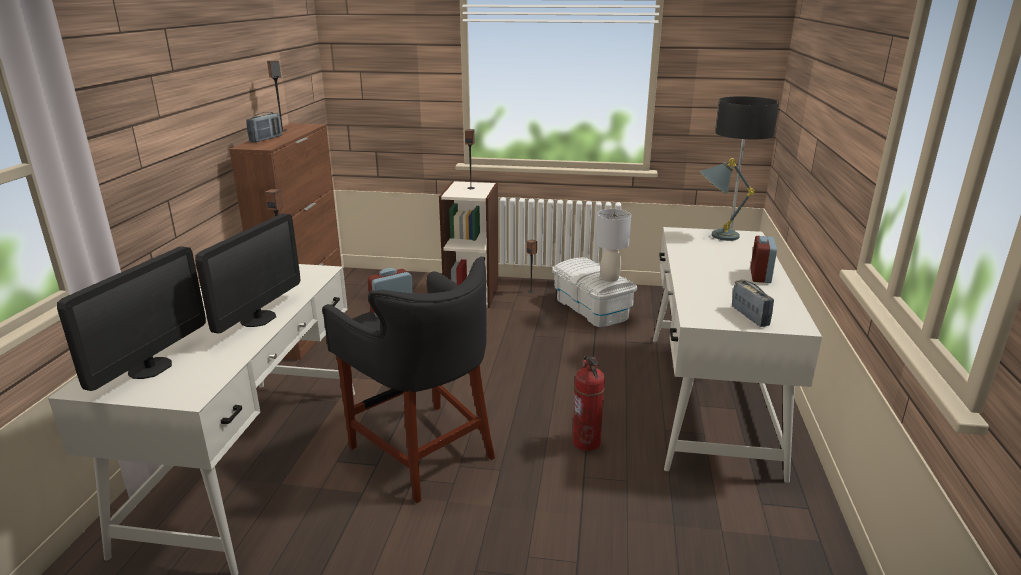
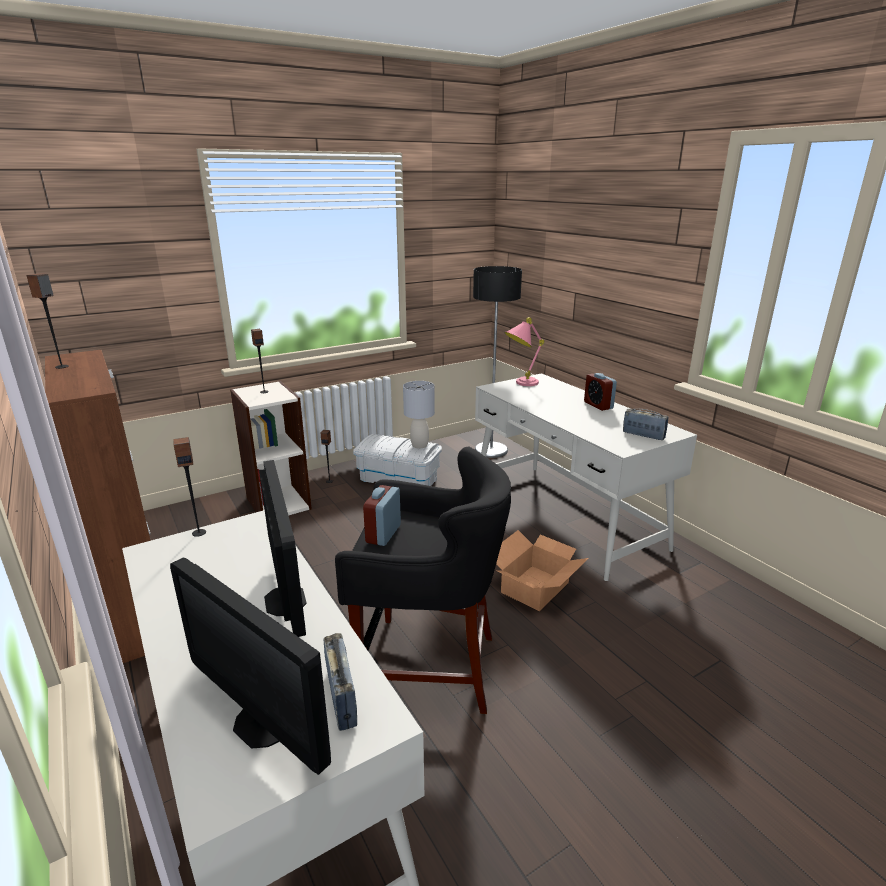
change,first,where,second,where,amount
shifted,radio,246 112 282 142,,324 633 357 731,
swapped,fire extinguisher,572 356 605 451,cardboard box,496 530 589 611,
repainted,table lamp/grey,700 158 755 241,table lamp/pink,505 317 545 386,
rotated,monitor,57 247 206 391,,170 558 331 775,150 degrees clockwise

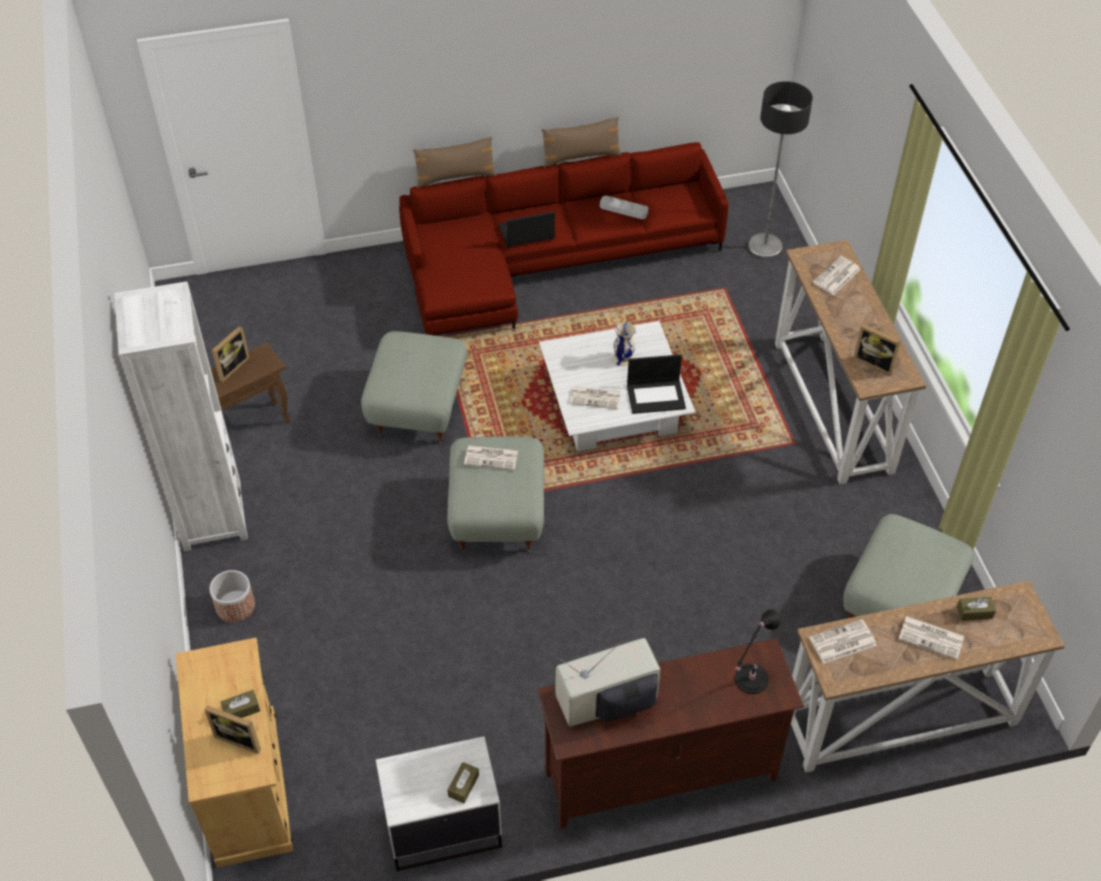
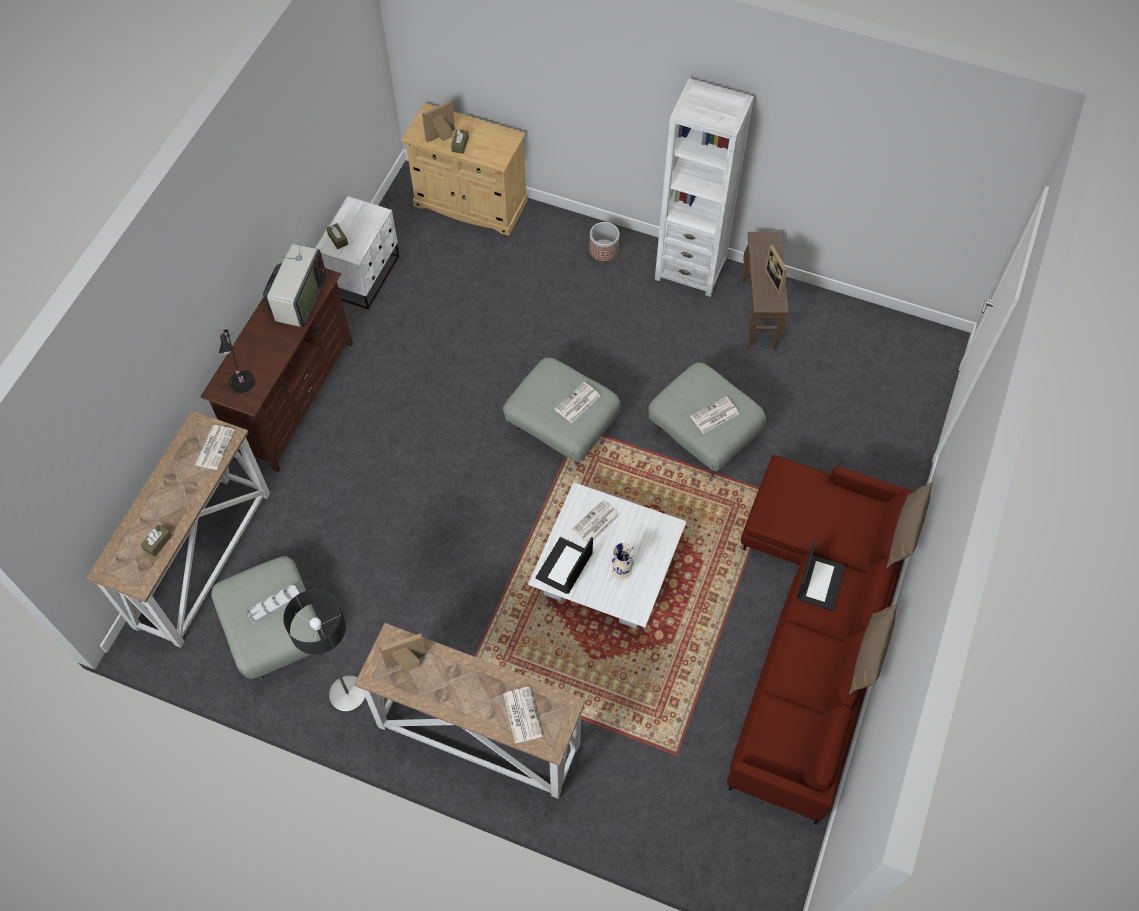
change,first,where,second,where,amount
shifted,tray/grey,600 196 648 219,,247 585 299 624,
shifted,floor lamp,748 81 813 259,,283 590 366 713,
shifted,newspaper,899 616 964 660,,690 396 739 434,

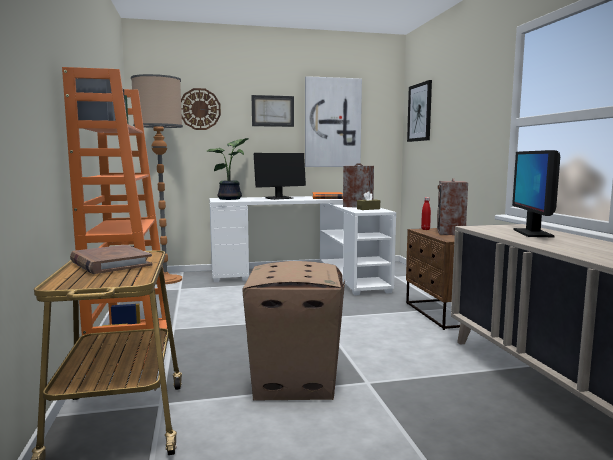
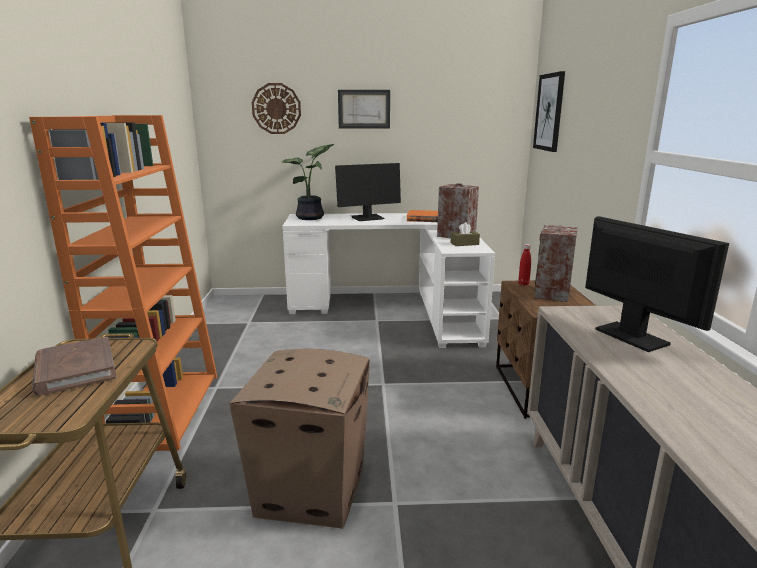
change,first,where,second,where,amount
gone,floor lamp,131 74 183 284,,,
gone,picture,305 76 362 167,,,
rotated,monitor,512 150 560 237,,585 216 729 352,135 degrees clockwise

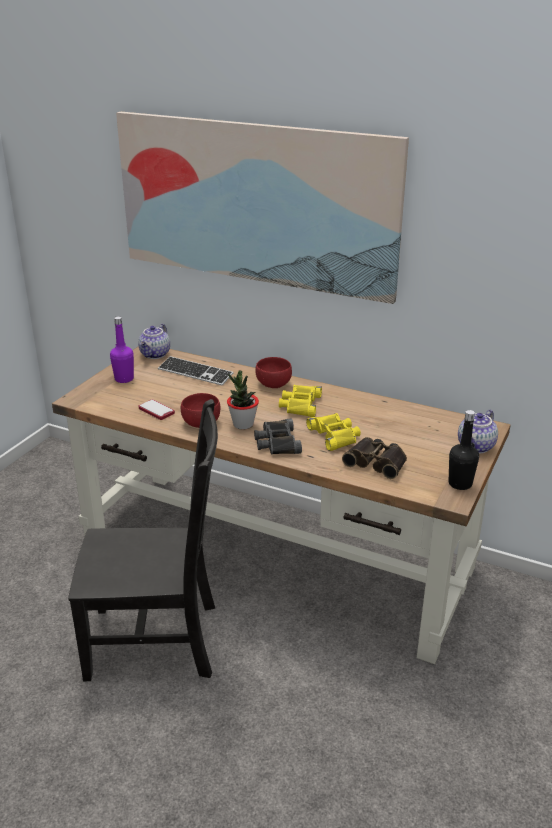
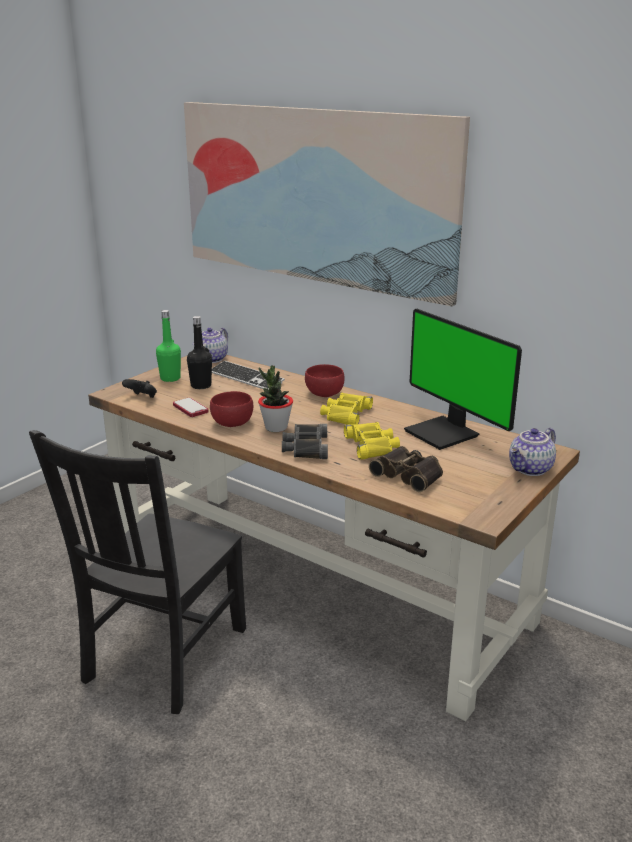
change,first,where,second,where,amount
new,,,game controller/black,122 379 157 398,
new,,,monitor,404 309 522 450,
shifted,bottle/black,449 410 479 490,,187 316 212 389,
repainted,bottle/purple,110 316 134 383,bottle/green,156 310 181 382,
rotated,chair/black,68 399 218 681,,29 430 246 714,105 degrees clockwise

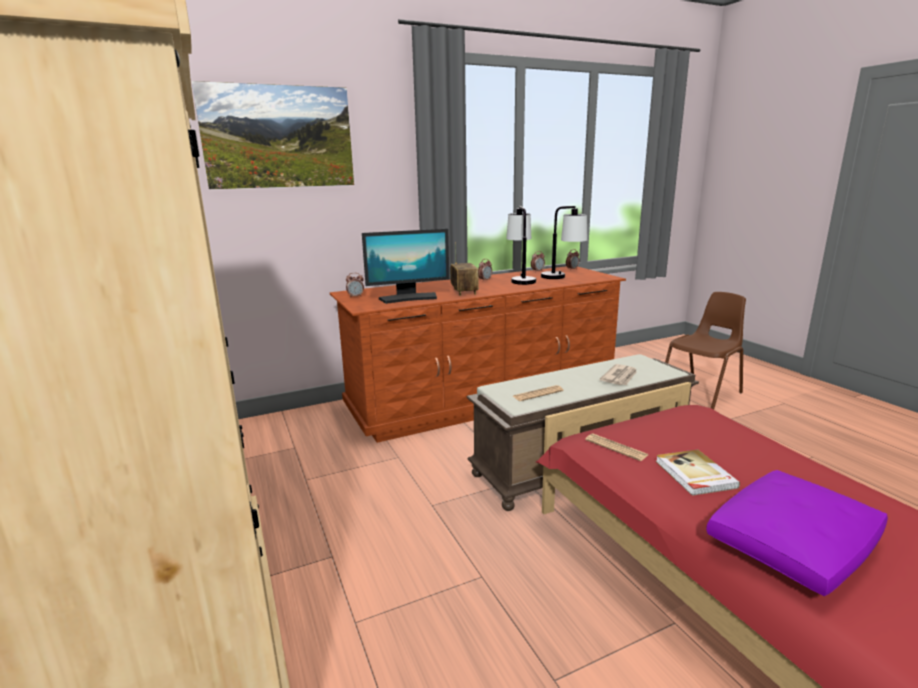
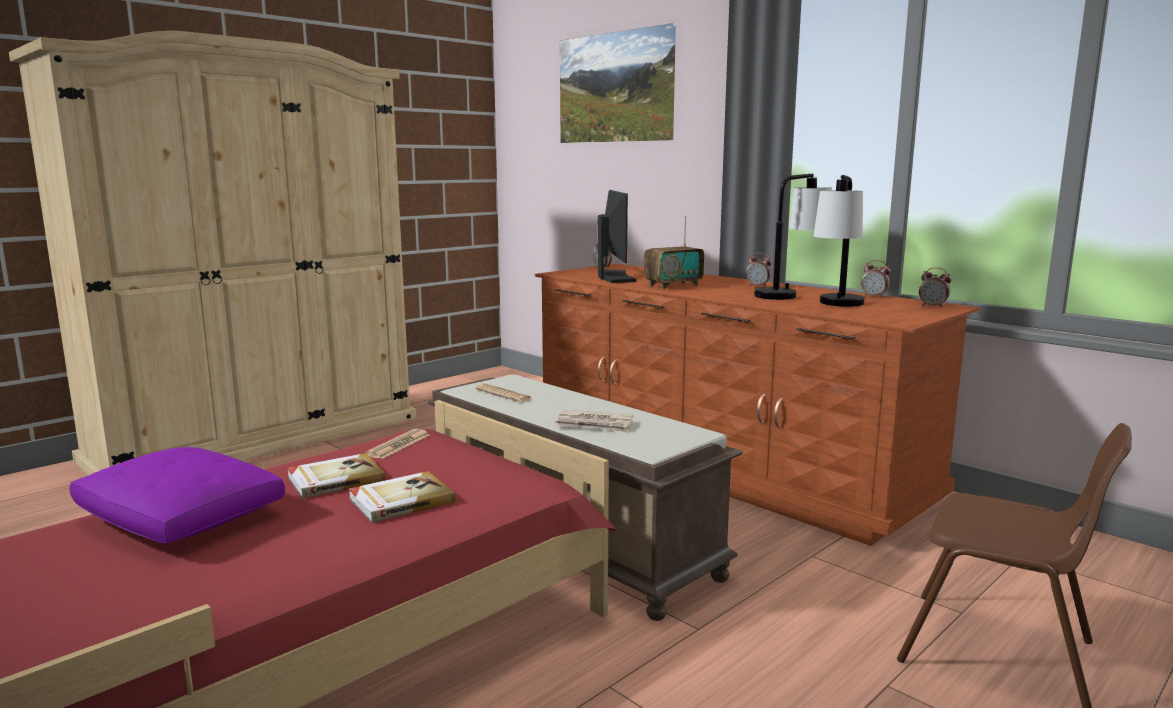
change,first,where,second,where,amount
new,,,book,348 471 455 523,
rotated,monitor,362 229 449 304,,597 190 637 283,150 degrees counterclockwise

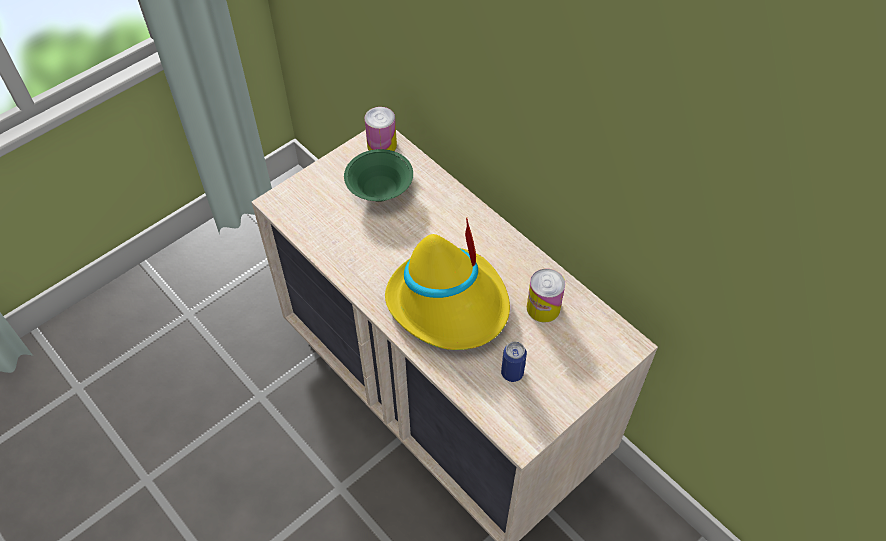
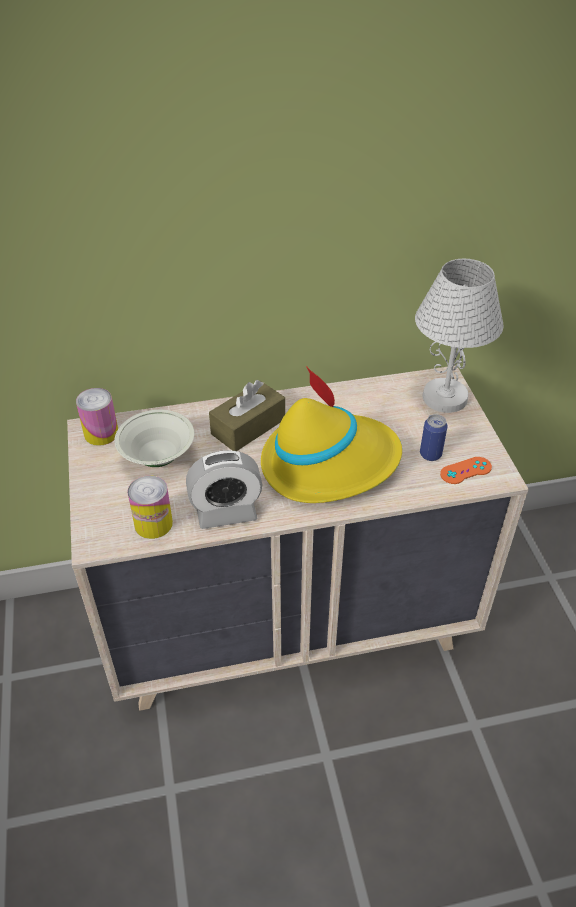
change,first,where,second,where,amount
new,,,alarm clock,186 450 263 529,
new,,,tissue box/brown,209 380 285 451,
new,,,table lamp/white,415 259 504 413,
new,,,game controller/orange,440 457 492 484,
shifted,can,527 268 565 322,,127 475 173 539,
repainted,bowl/green,344 149 413 202,bowl/white,114 410 194 467,

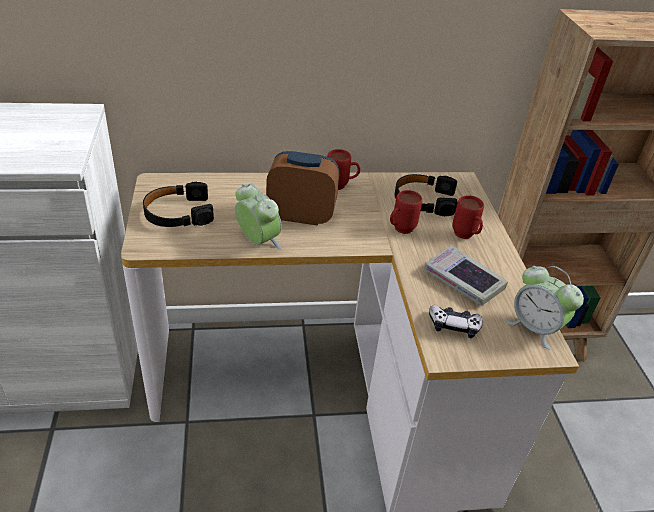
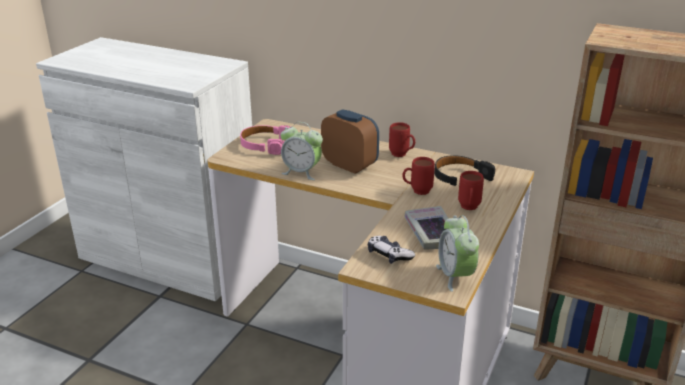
change,first,where,second,where,amount
repainted,headphones/black,143 181 214 227,headphones/pink,240 125 290 155,
rotated,alarm clock,235 184 282 250,,281 122 323 180,120 degrees clockwise

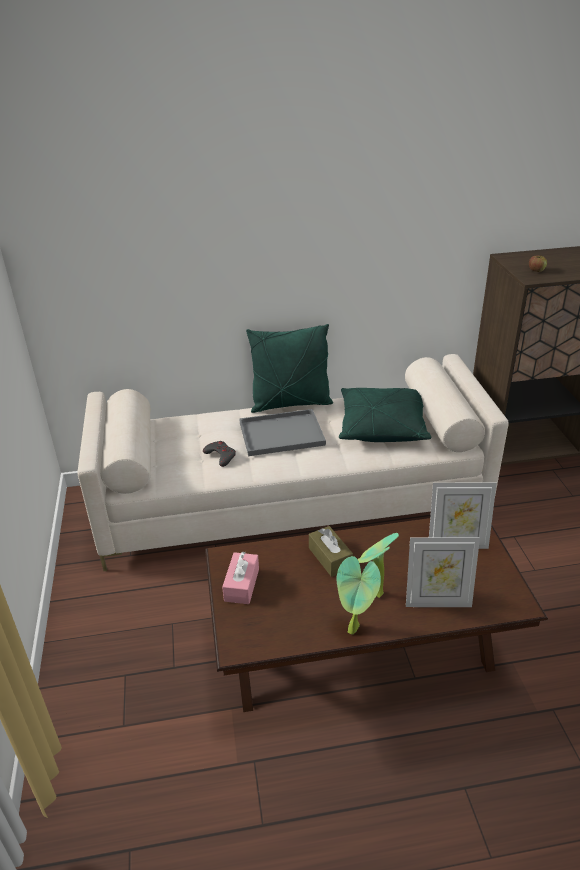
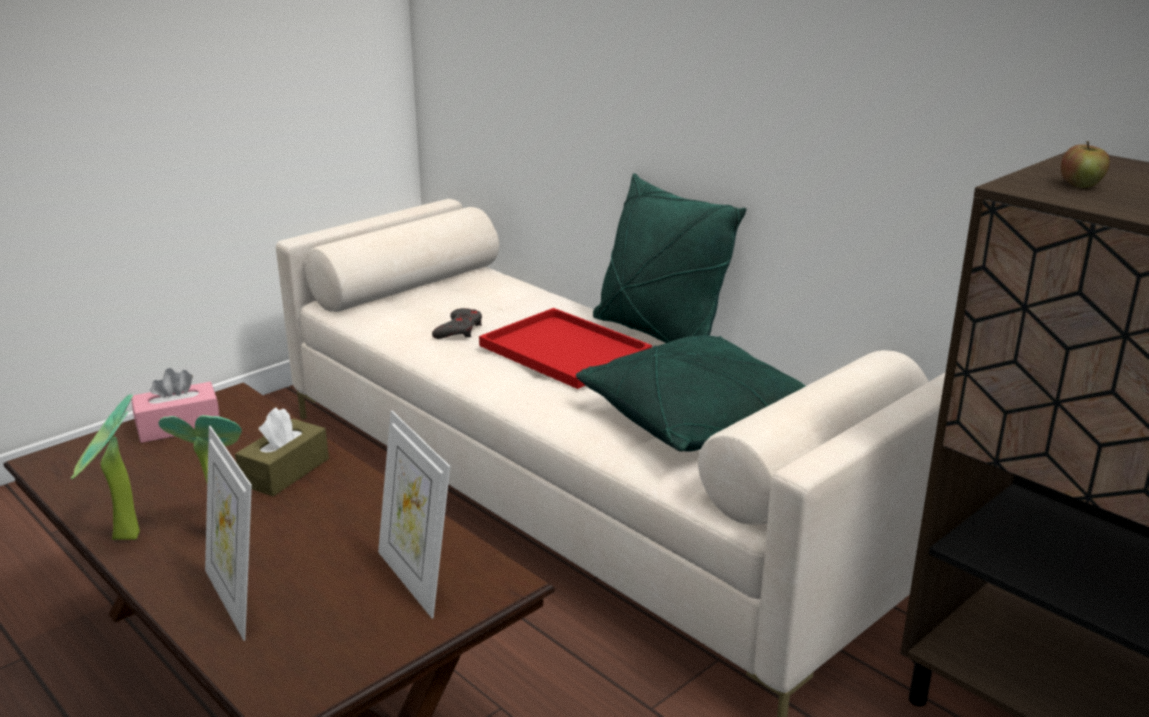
change,first,where,second,where,amount
repainted,tray/grey,239 409 326 456,tray/red,479 308 652 389,

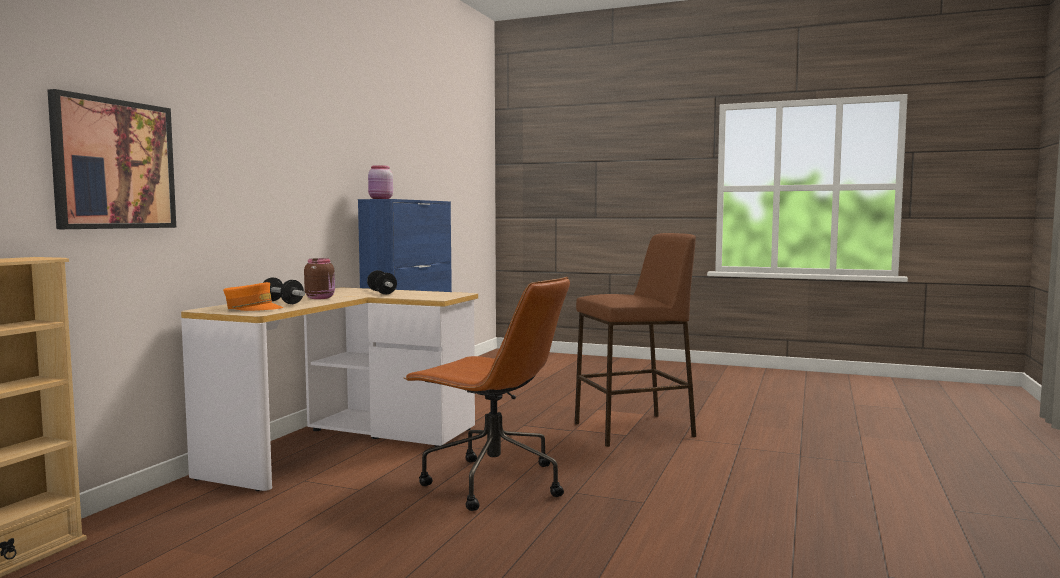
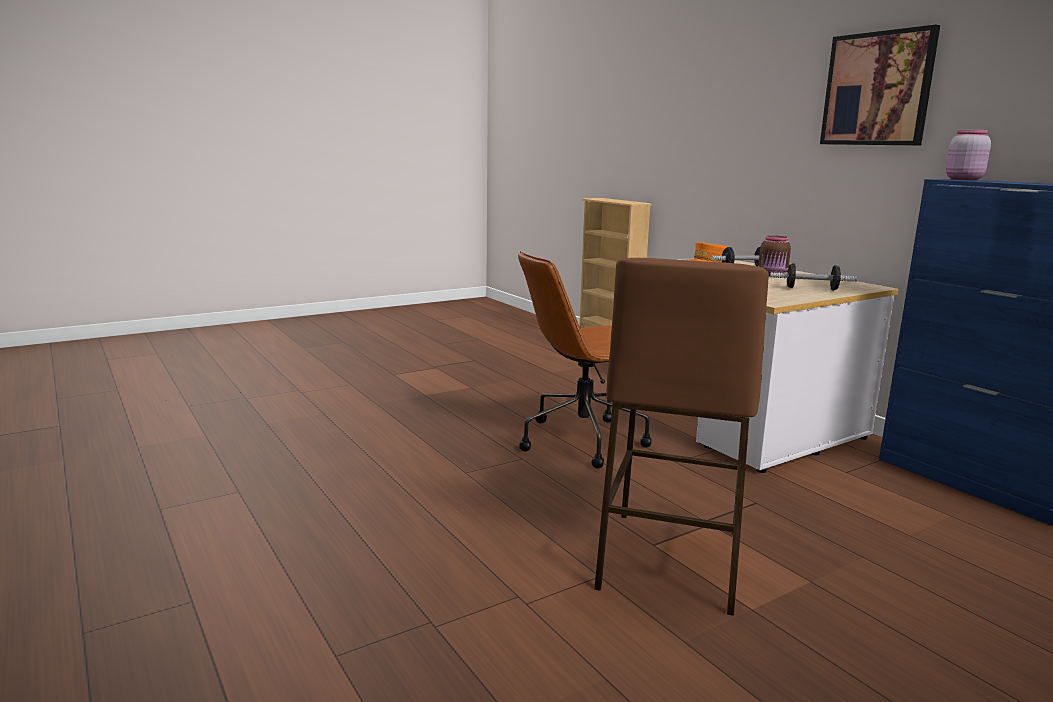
change,first,where,second,where,amount
shifted,picture,48 89 176 229,,820 25 940 146,

